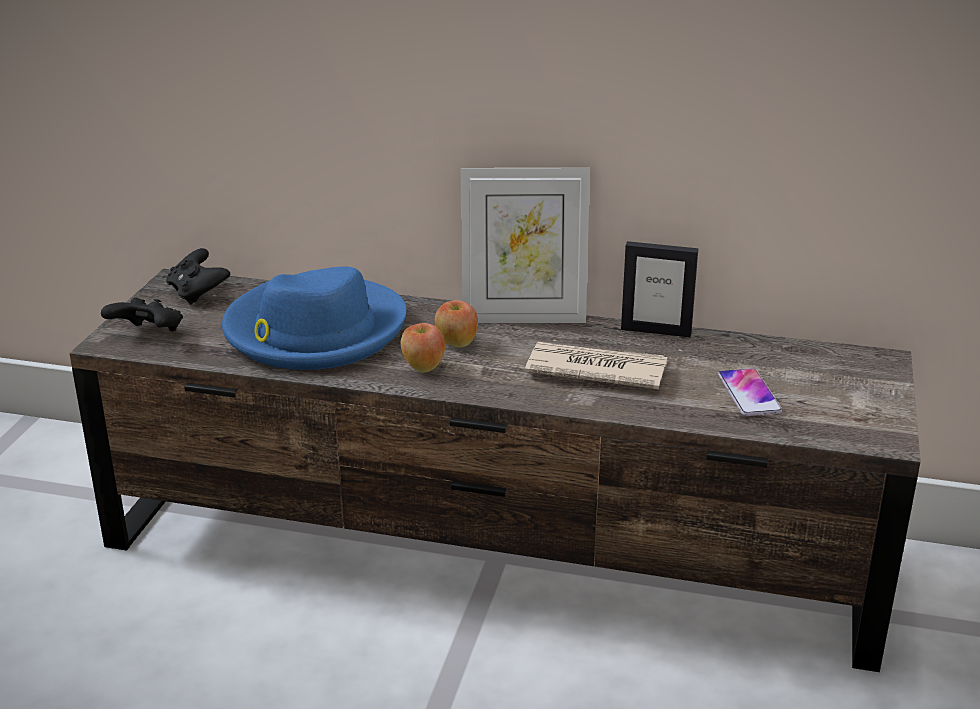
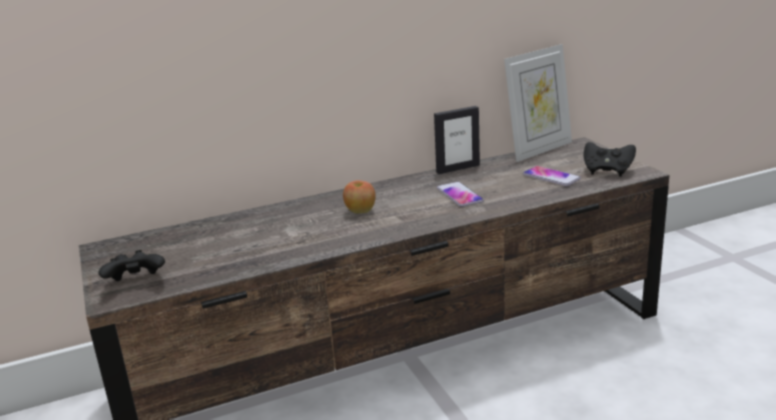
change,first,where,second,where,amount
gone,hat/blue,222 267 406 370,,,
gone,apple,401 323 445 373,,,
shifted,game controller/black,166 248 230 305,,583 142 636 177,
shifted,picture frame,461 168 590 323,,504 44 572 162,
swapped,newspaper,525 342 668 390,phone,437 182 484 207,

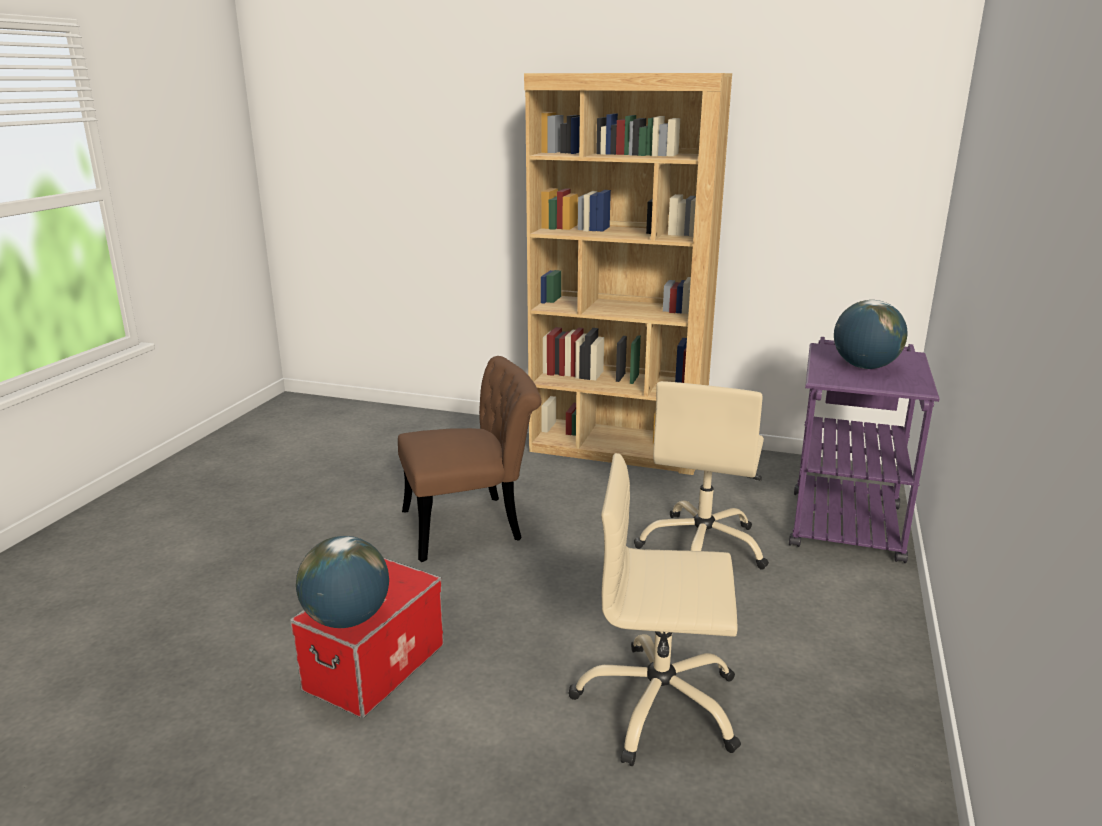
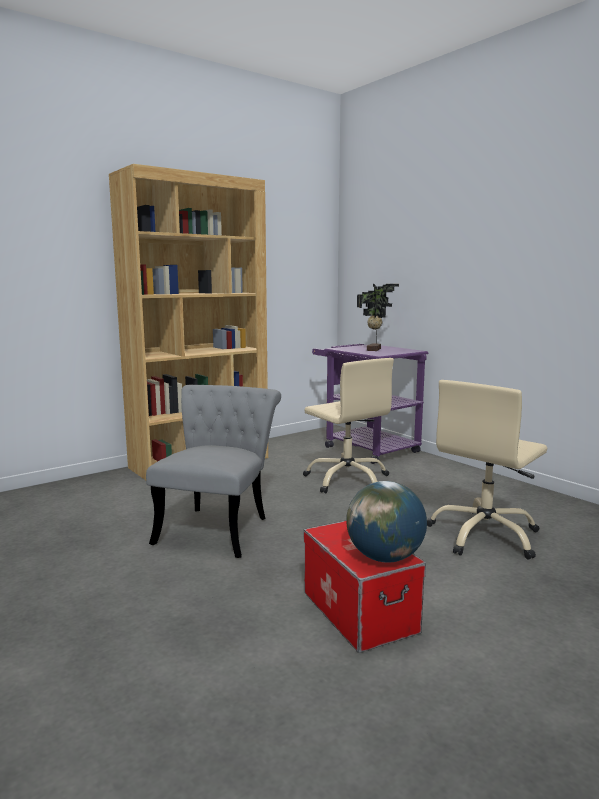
change,first,where,second,where,amount
swapped,globe,834 300 907 369,potted plant,357 284 399 351,
repainted,chair/brown,398 356 542 562,chair/grey,146 385 281 558,

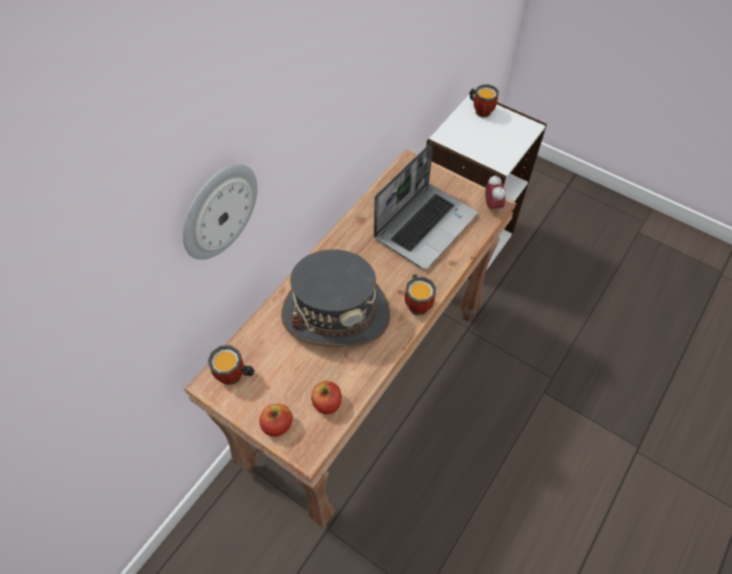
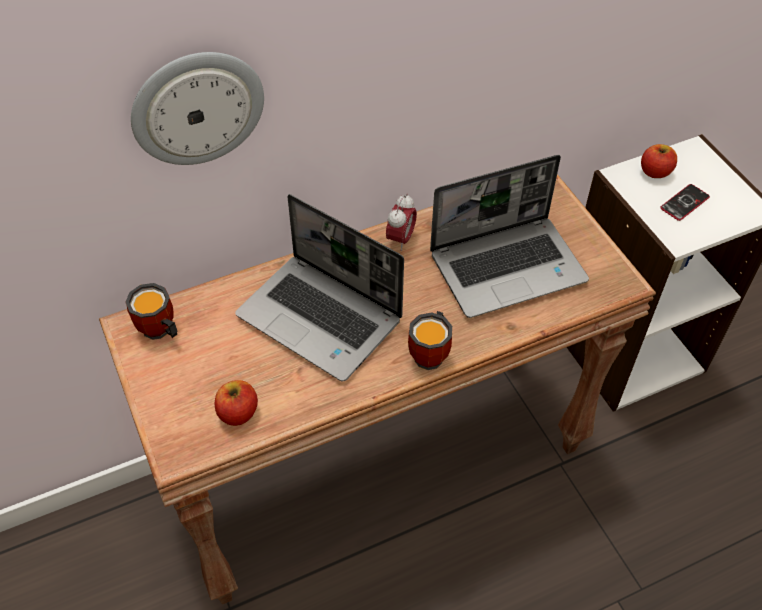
change,first,where,second,where,amount
gone,mug,469 84 499 118,,,
new,,,phone,660 184 710 221,
shifted,apple,259 404 293 437,,641 144 677 178,
shifted,alarm clock,485 175 506 213,,386 194 417 251,
swapped,hat/grey,281 250 390 347,laptop,235 194 404 381,

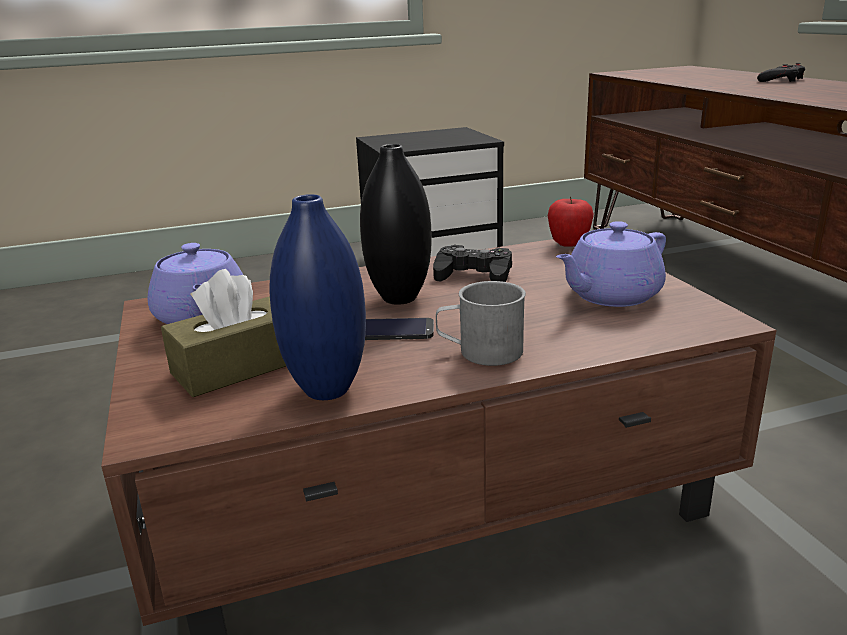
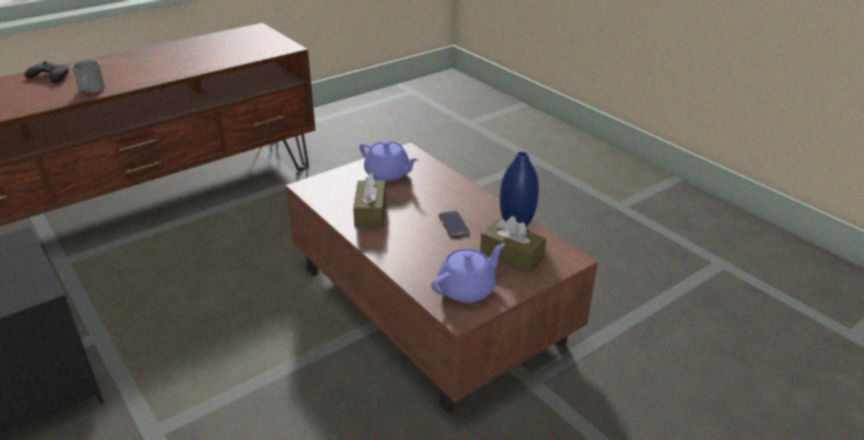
change,first,where,second,where,amount
gone,vase/black,360 144 432 305,,,
gone,apple,548 197 594 247,,,
shifted,mug/grey,436 281 526 366,,71 60 105 93,
swapped,game controller/black,433 245 512 282,tissue box/brown,353 173 386 228,

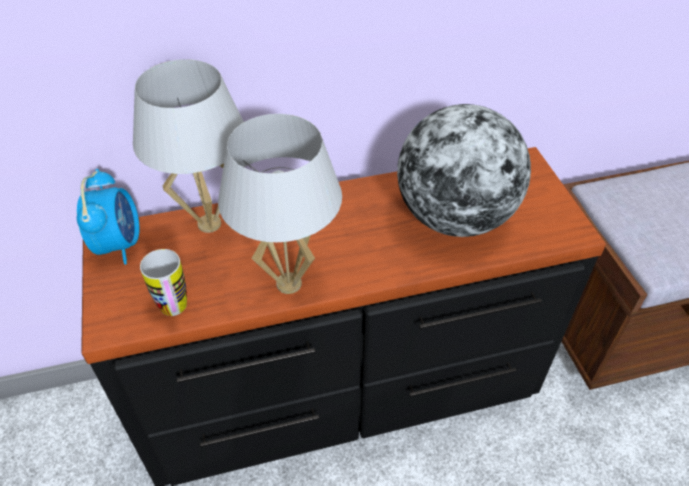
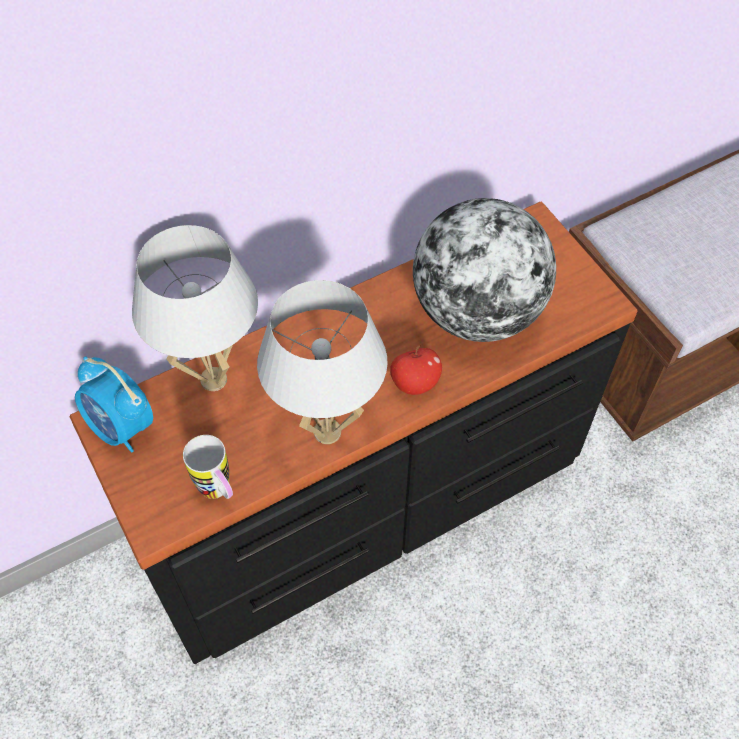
change,first,where,second,where,amount
new,,,apple,390 345 442 395,
rotated,alarm clock,77 169 140 265,,75 356 153 452,150 degrees clockwise

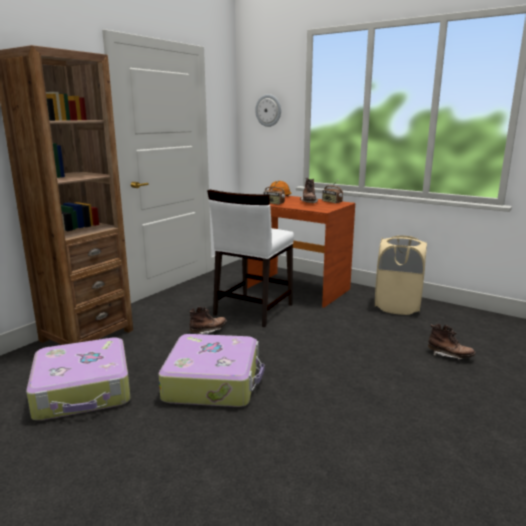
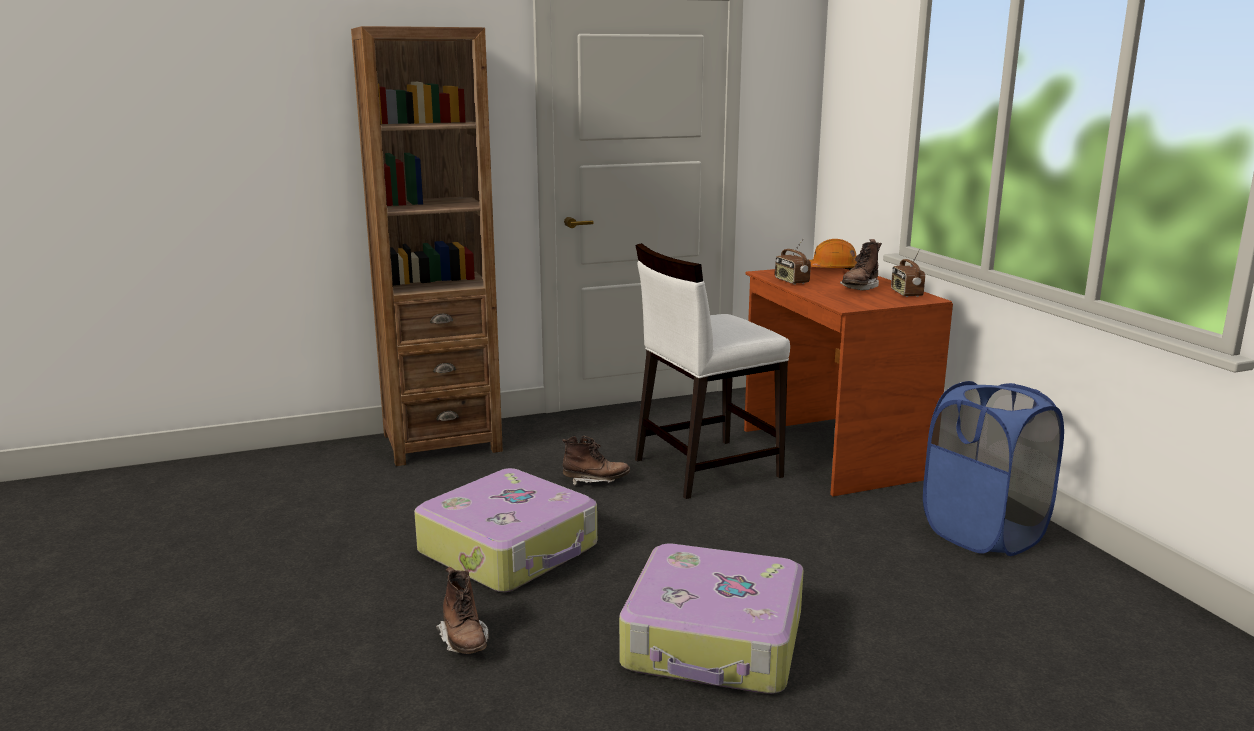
change,first,where,second,where,amount
gone,wall clock,255 94 281 127,,,
shifted,suitcase,26 337 130 421,,619 543 804 694,
shifted,boot/brown,428 324 476 359,,436 567 488 654,
repainted,laundry basket/beige,375 235 427 315,laundry basket/blue,923 381 1064 556,

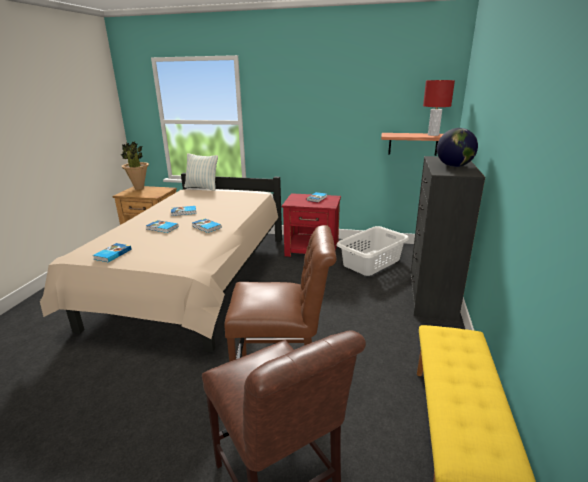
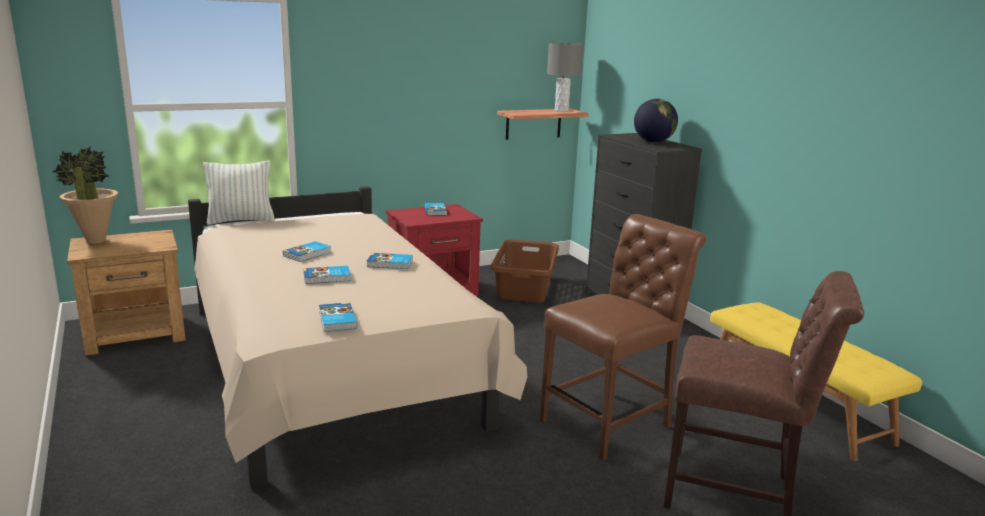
change,first,where,second,where,amount
repainted,laundry basket/white,336 226 409 276,laundry basket/brown,490 239 559 303,
repainted,table lamp/red,423 80 455 136,table lamp/grey,547 43 583 112,

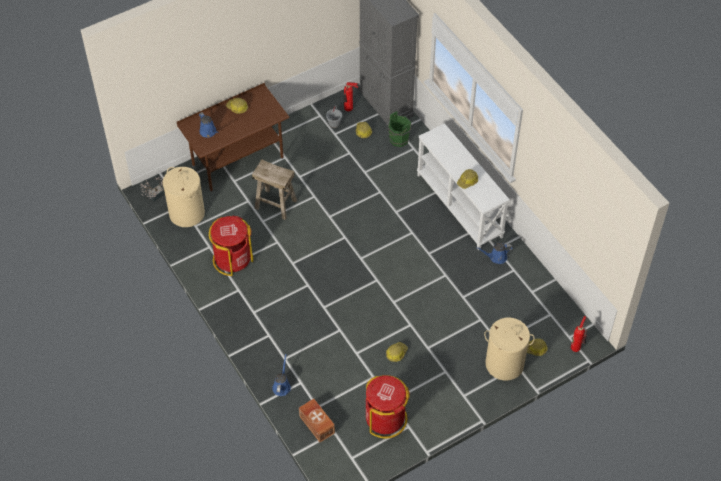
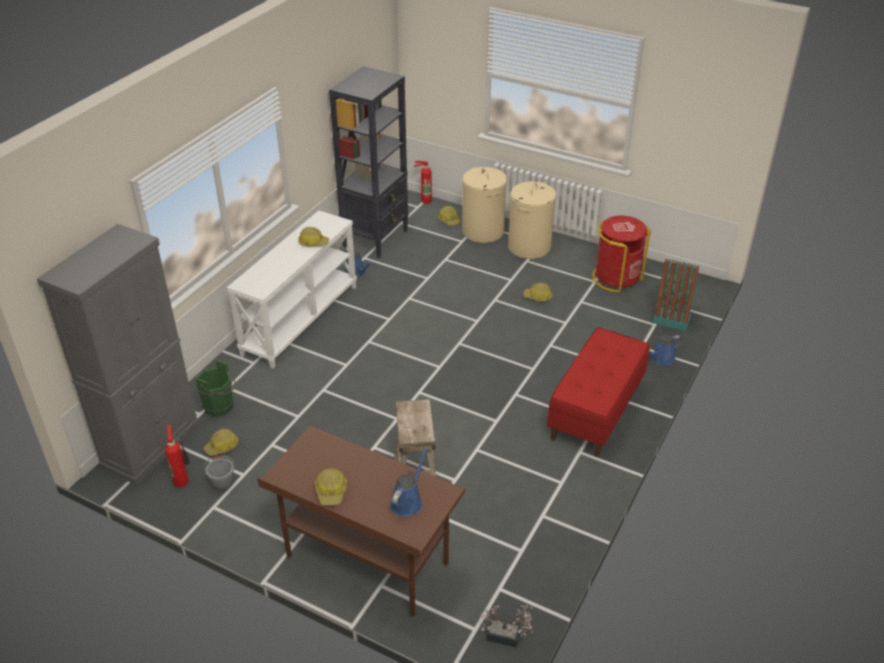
change,first,where,second,where,amount
gone,trash can/red,209 215 253 276,,,
new,,,bookcase/black,329 66 409 258,
new,,,bench/red,547 327 650 457,
shifted,laundry basket/beige,162 167 205 227,,508 182 556 259,
swapped,storage box/brown,299 398 335 442,trash can/turquoise,653 259 699 331,

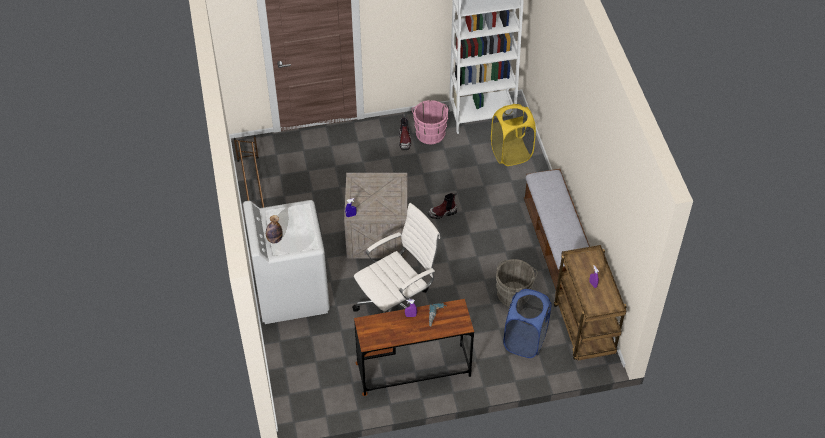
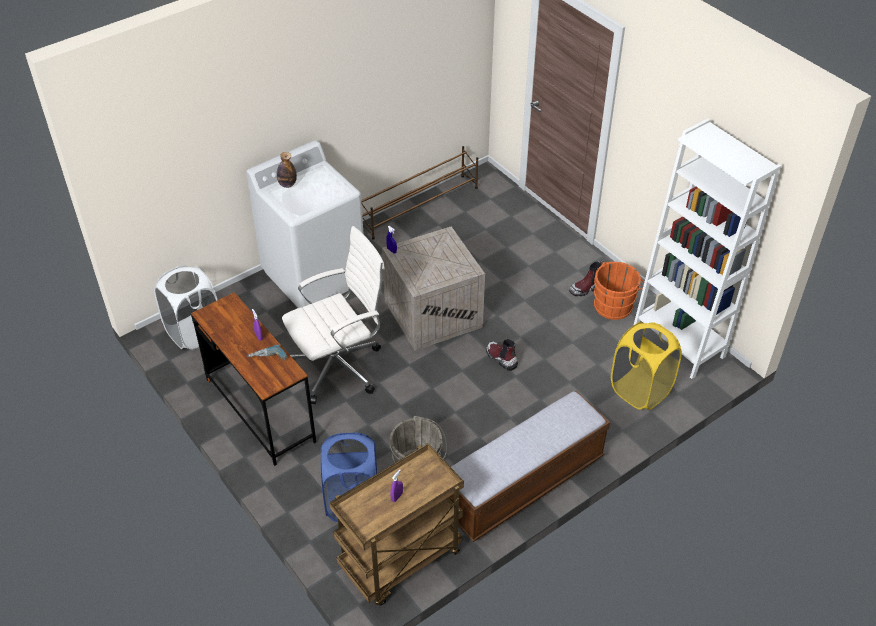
change,first,where,second,where,amount
new,,,laundry basket/white,154 265 218 350,
repainted,bucket/pink,412 100 448 144,bucket/orange,594 262 644 320,
rotated,office chair/white,352 203 440 312,,282 226 385 404,60 degrees counterclockwise

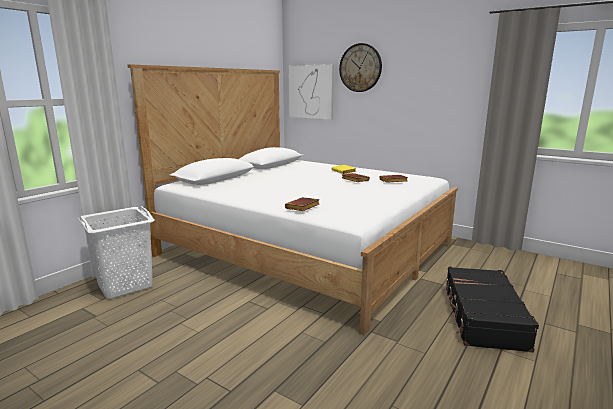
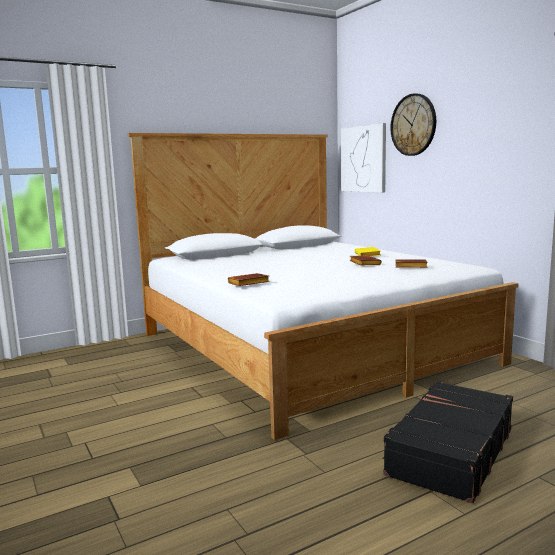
change,first,where,second,where,amount
gone,laundry basket/white,78 206 155 299,,,

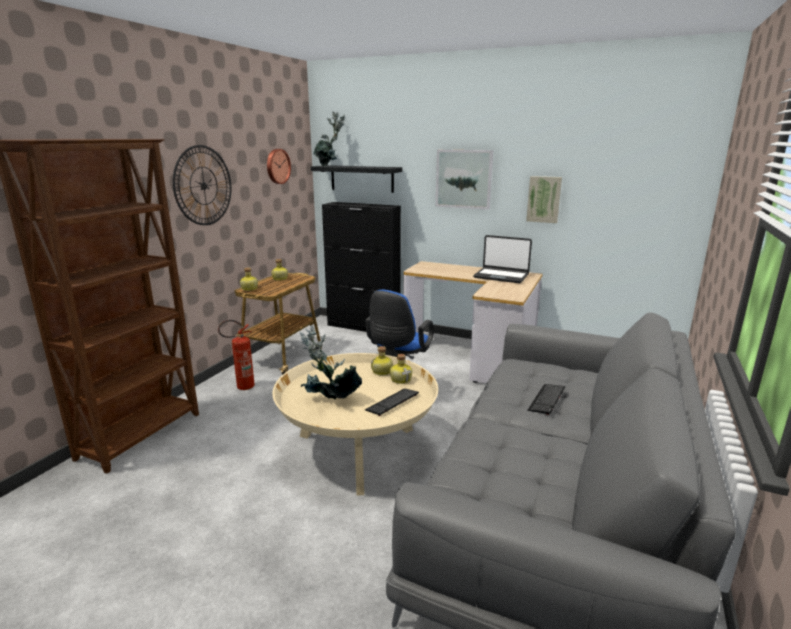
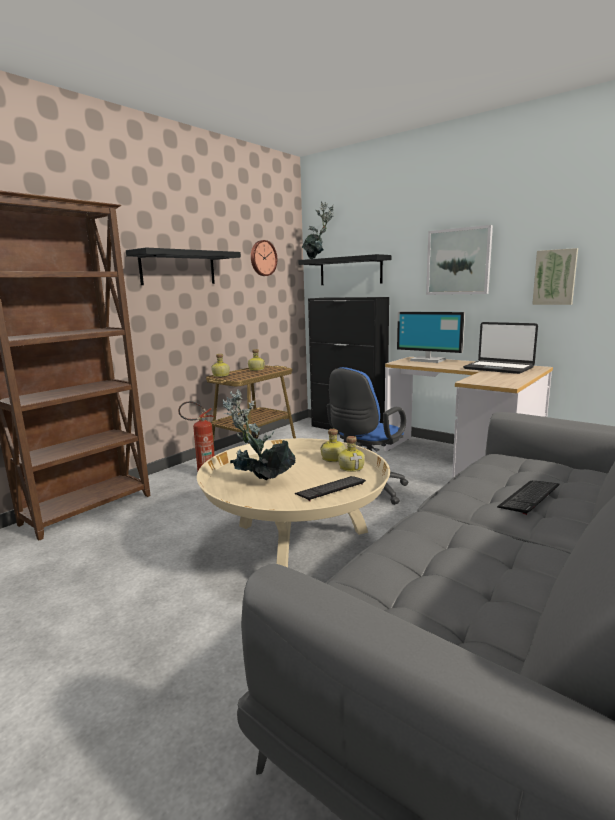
change,first,where,second,where,amount
new,,,monitor,397 312 465 363,
swapped,wall clock,173 145 231 225,shelf/black,126 248 241 285,

